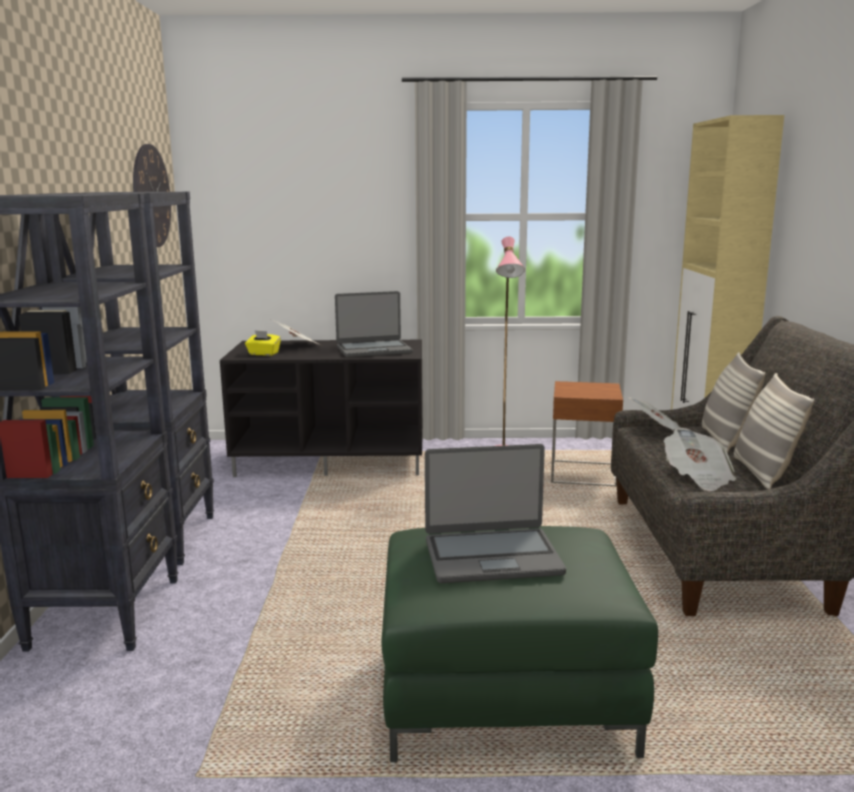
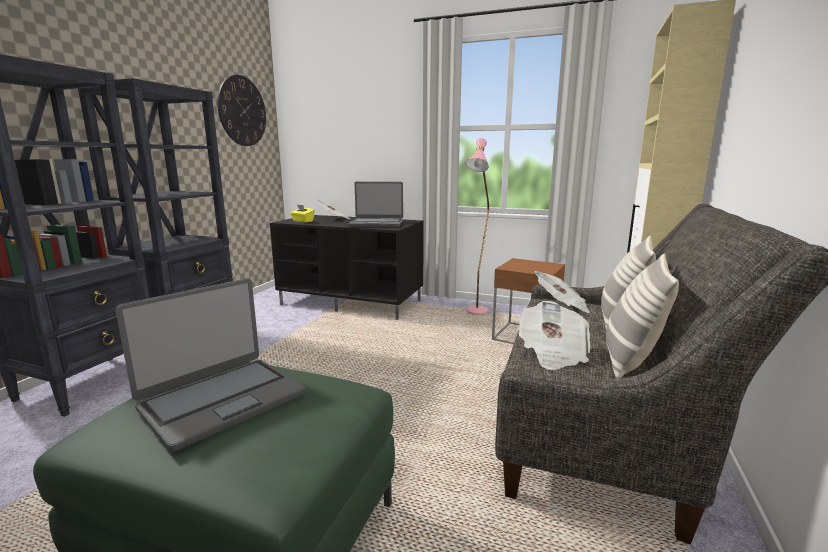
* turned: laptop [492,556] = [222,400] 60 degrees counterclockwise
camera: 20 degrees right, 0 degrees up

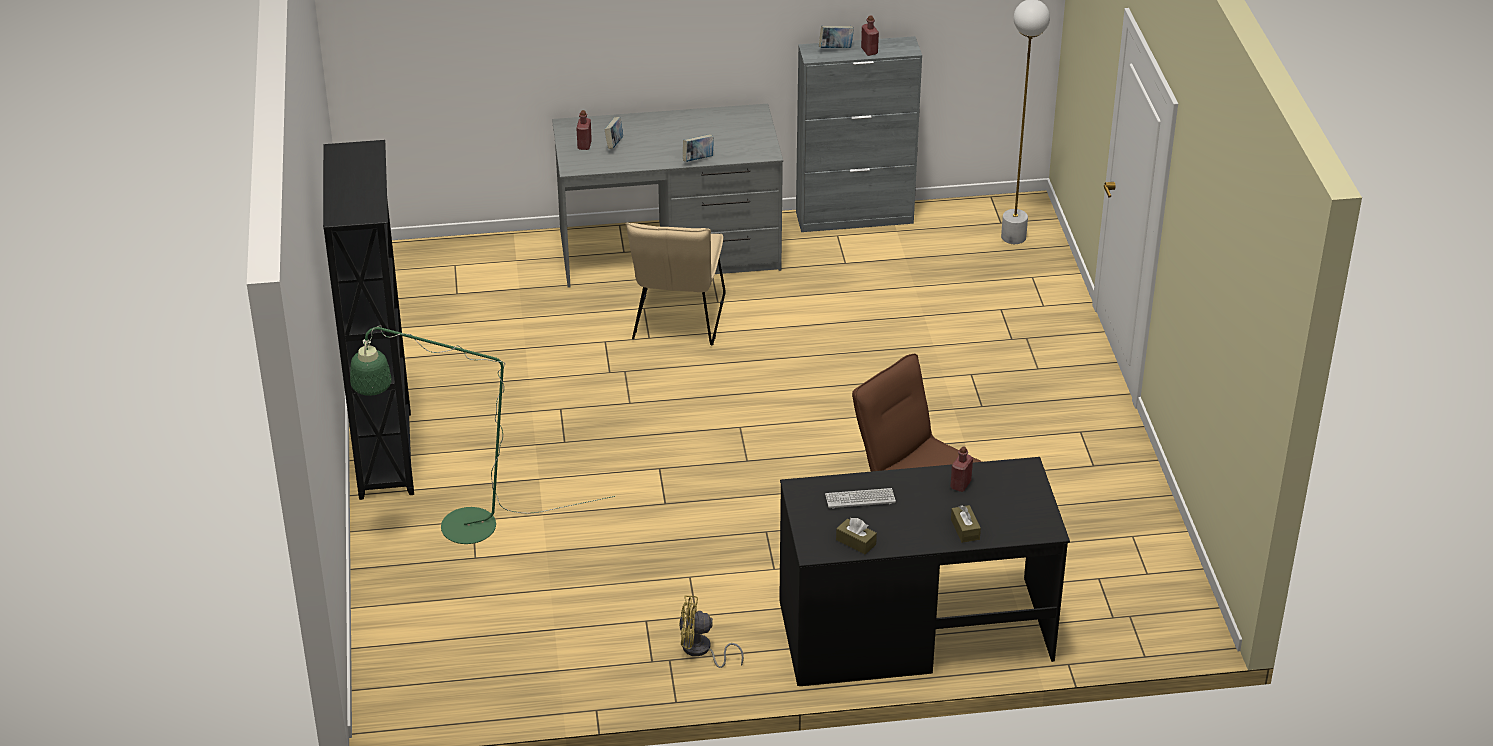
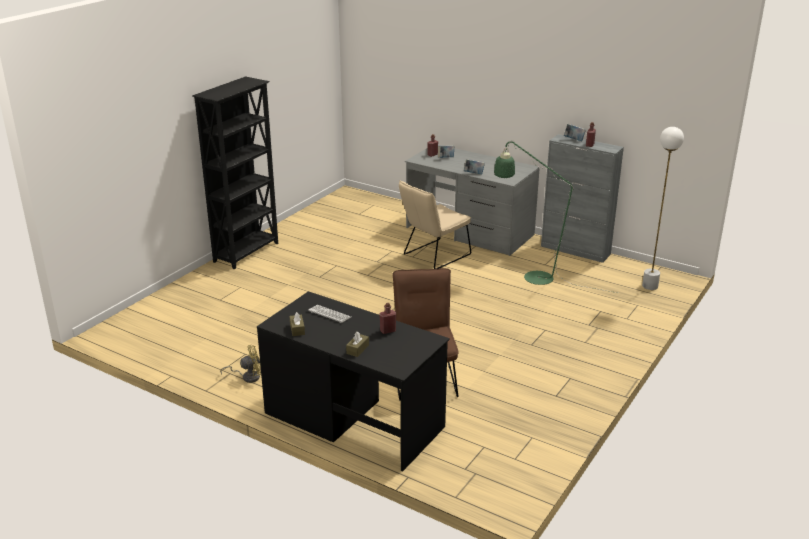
* moved: green floor lamp [453,529] to [530,276]
* turned: yellow fan [701,651] = [248,377] 120 degrees clockwise
camera: 40 degrees right, 10 degrees down

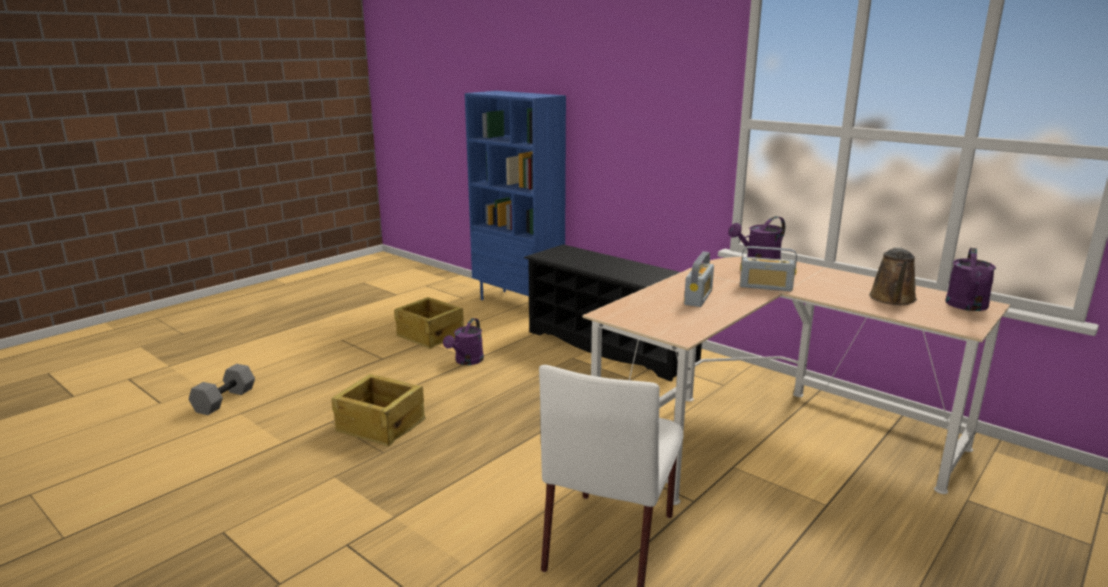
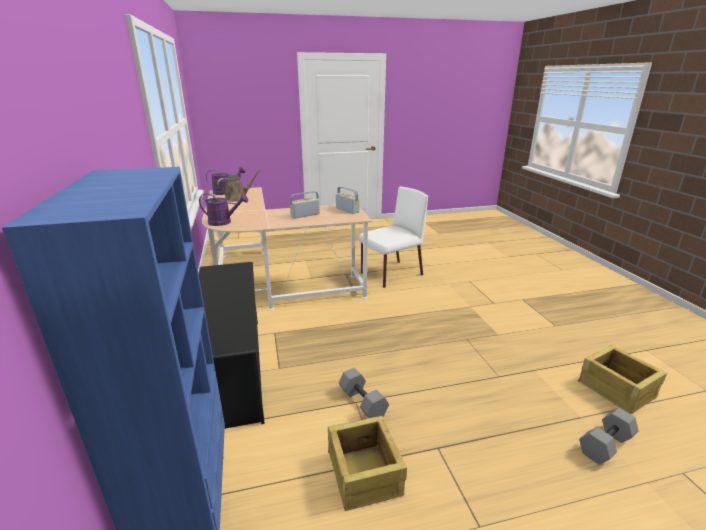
* moved: crate [380,425] to [616,390]
* moved: radio [766,287] to [347,210]
* replaced: purple watering can [466,361] to grey dumbbell [361,402]
camera: 145 degrees left, 5 degrees up

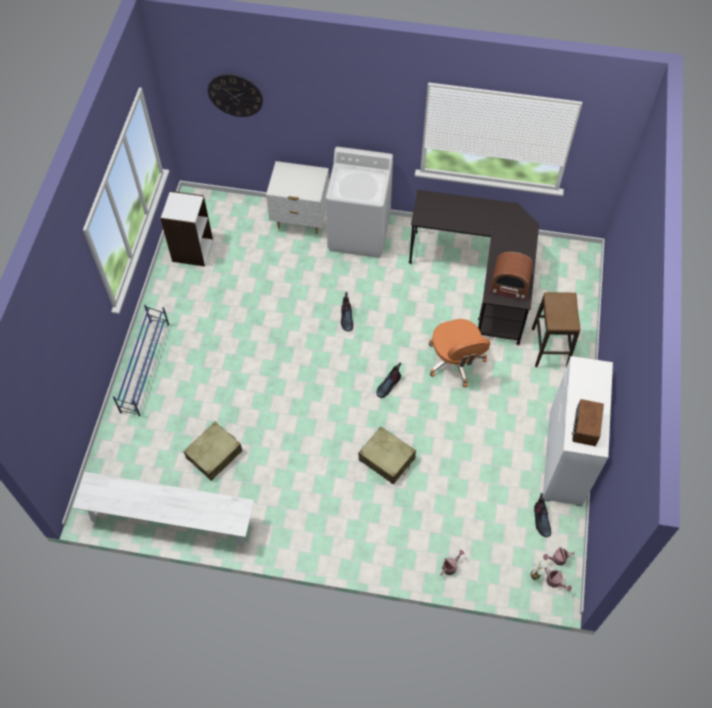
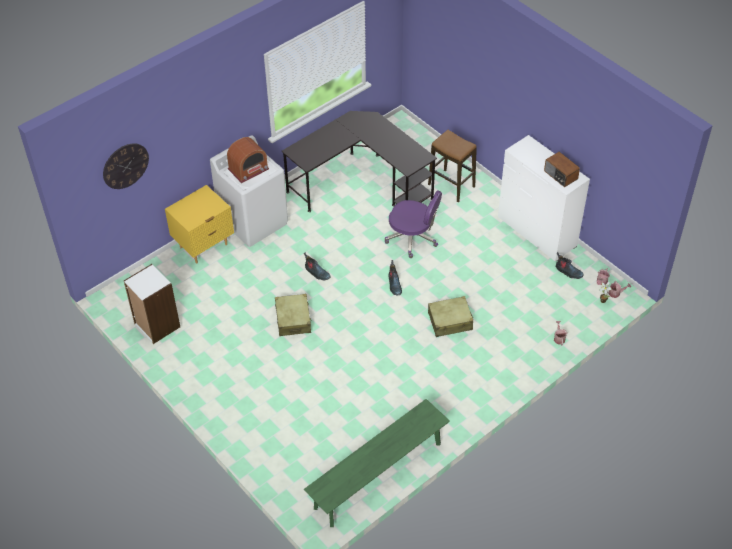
* removed: blue shoe rack [145,367]
* moved: beige suitcase [214,454] to [293,319]
* moved: radio [509,285] to [248,169]
* recoloured: white bench [170,519] to green bench [378,475]
* recoloured: white nightstand [300,220] to yellow nightstand [204,246]
* recoloured: orange office chair [455,361] to purple office chair [413,238]
camera: 50 degrees left, 10 degrees down

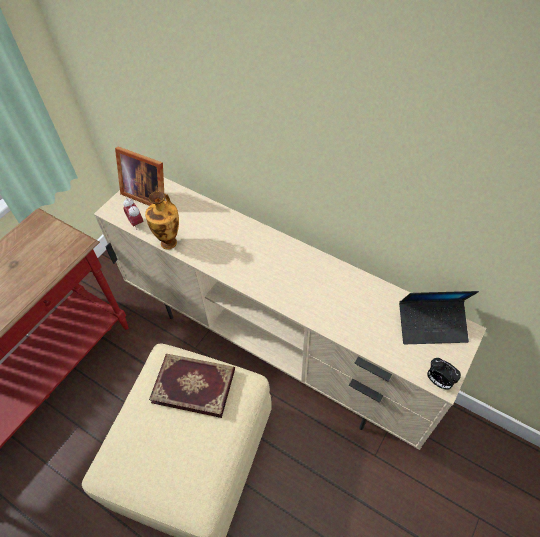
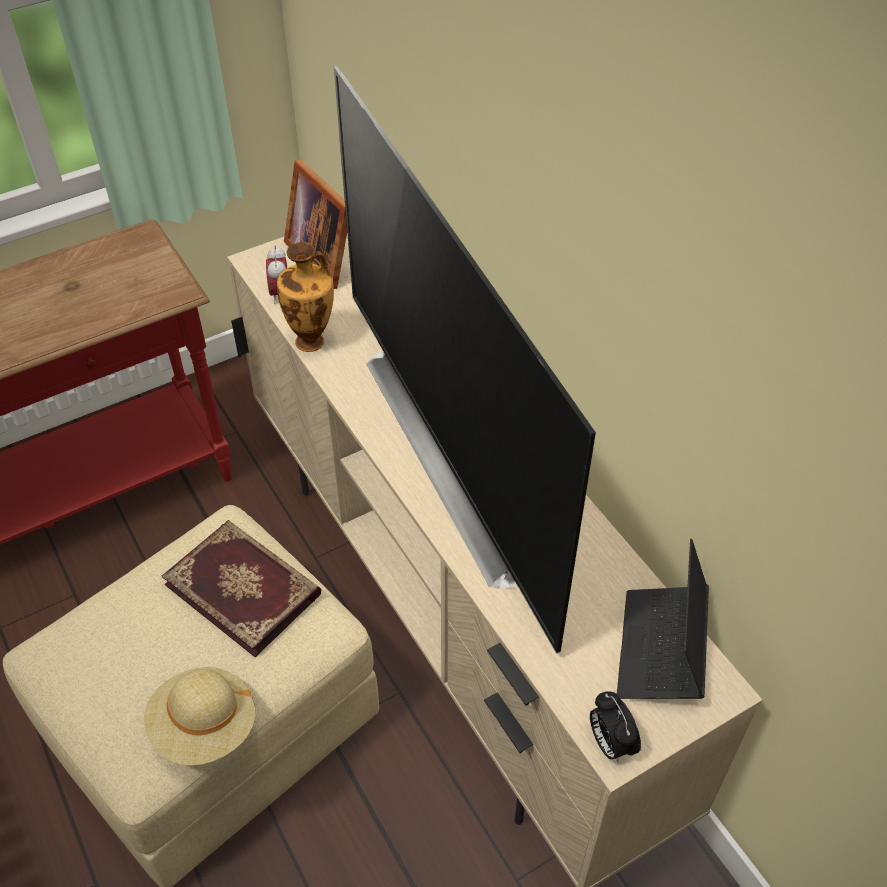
* added: beige hat [204,727]
* added: television [461,452]
* turned: laptop [431,325] = [661,650] 75 degrees clockwise
camera: 25 degrees right, 5 degrees down

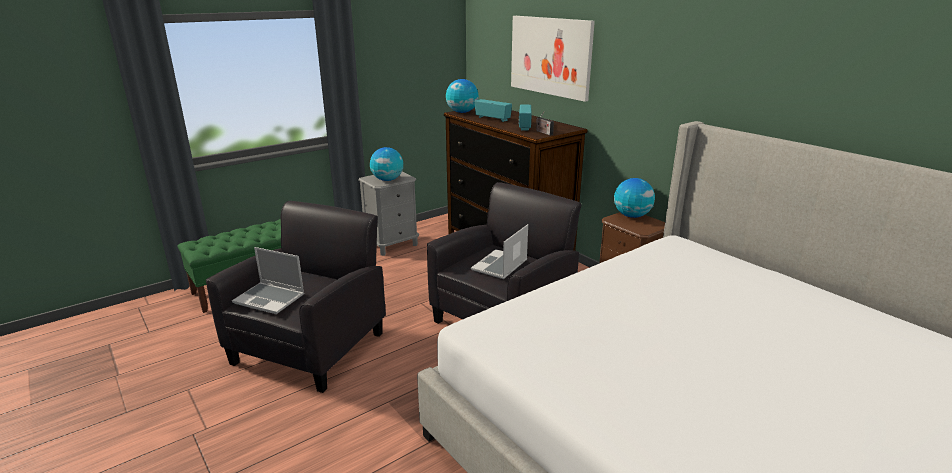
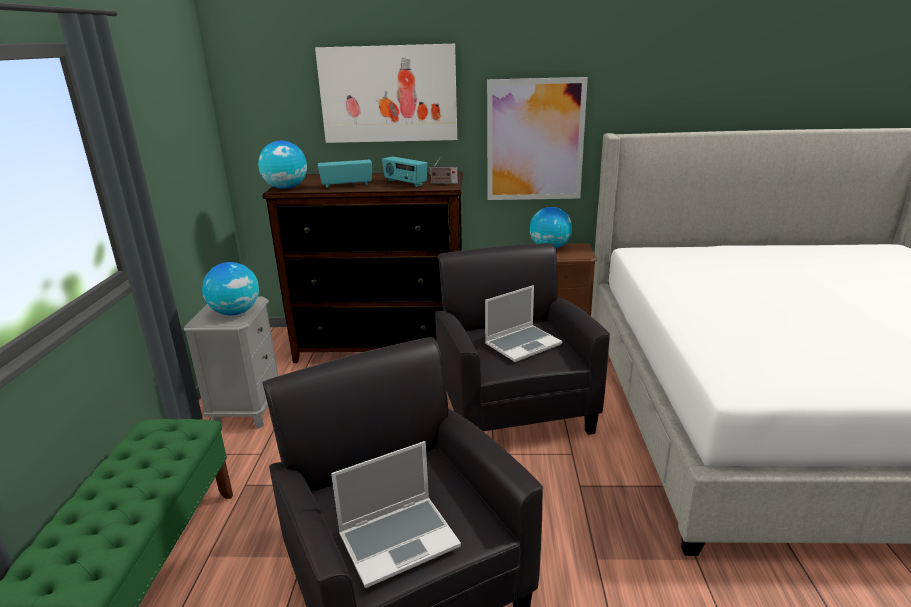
* added: picture [535,140]
* turned: laptop [500,266] = [523,344] 105 degrees counterclockwise
camera: 50 degrees left, 0 degrees up

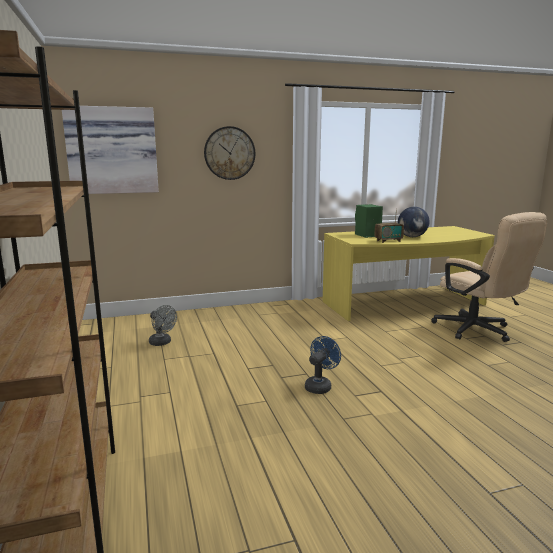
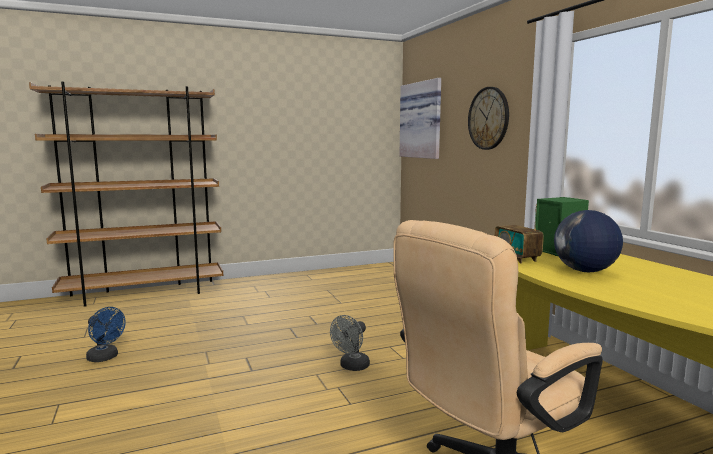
* moved: grey fan [162,343] to [351,367]
* moved: blue fan [320,386] to [105,358]
camera: 85 degrees right, 5 degrees down

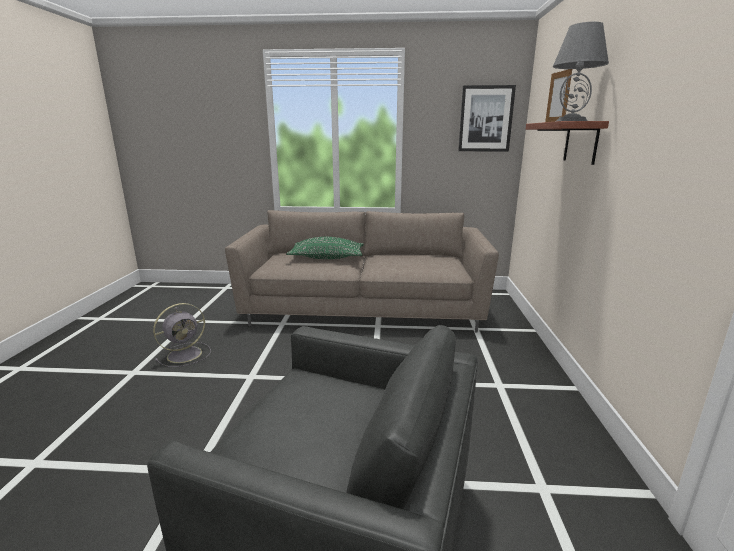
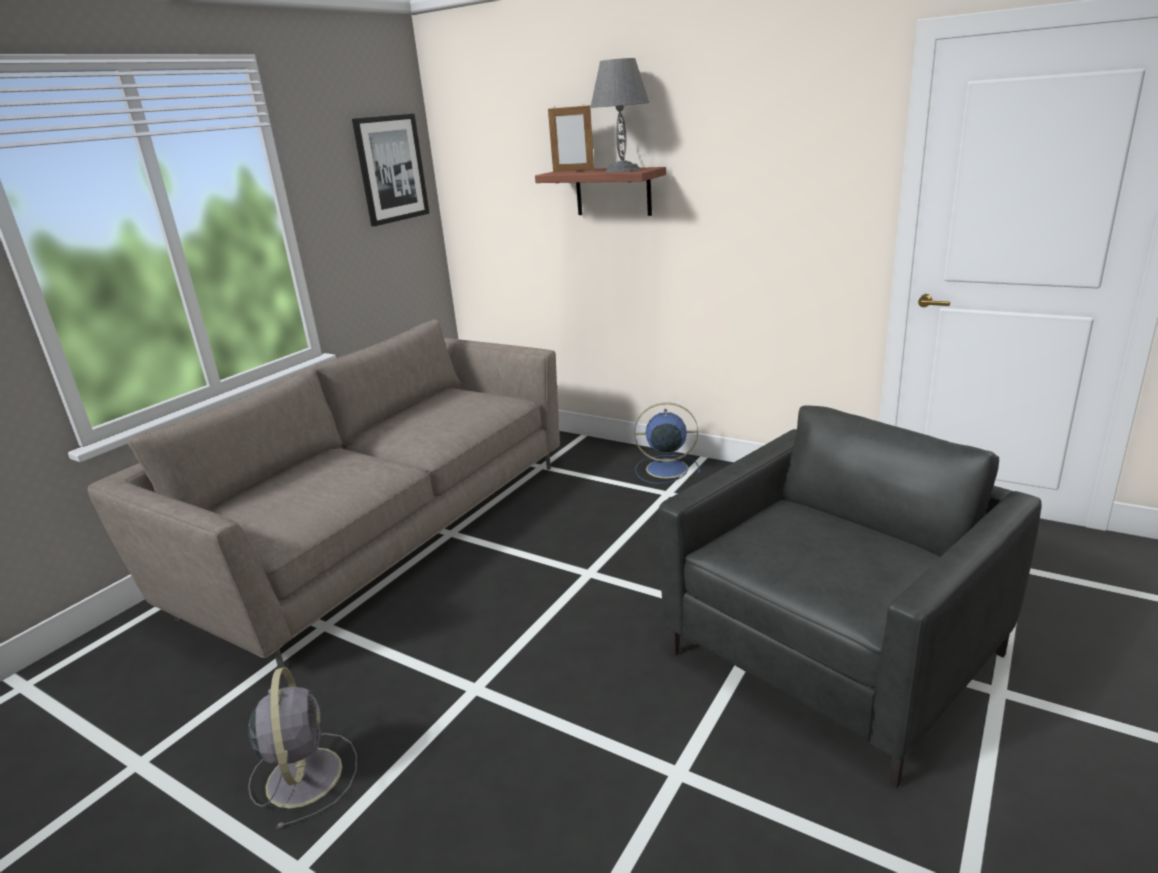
* removed: green pillow [327,258]
* added: blue fan [665,469]
camera: 60 degrees left, 5 degrees up

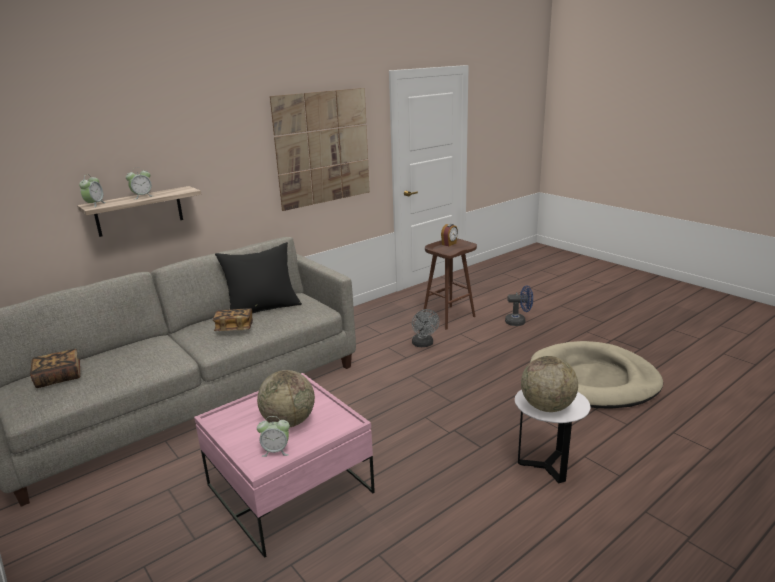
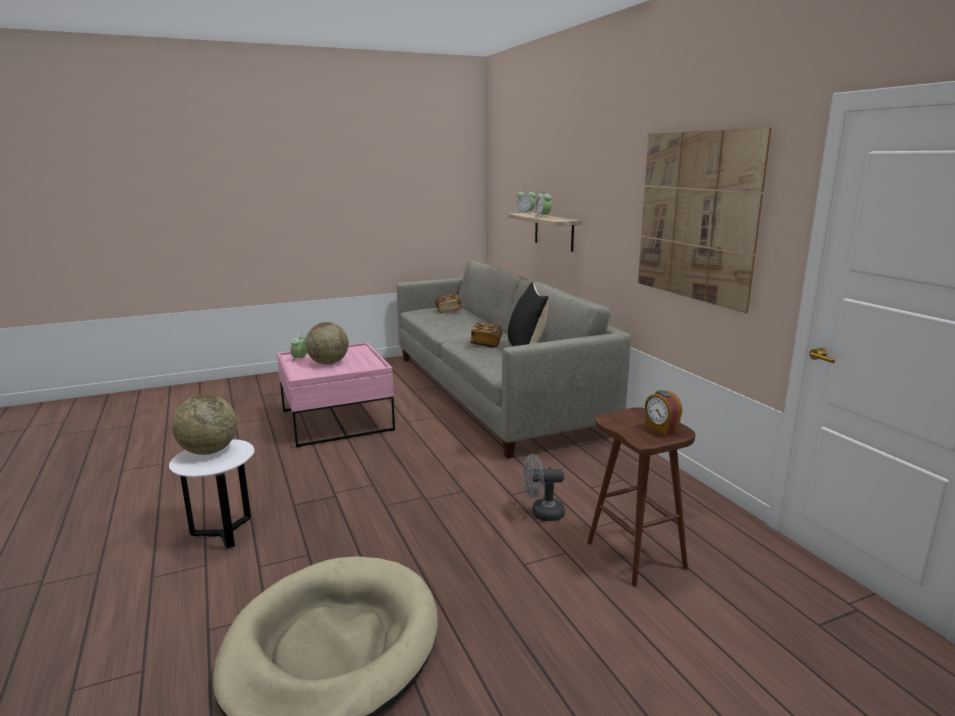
* removed: blue fan [518,322]
camera: 105 degrees right, 5 degrees down

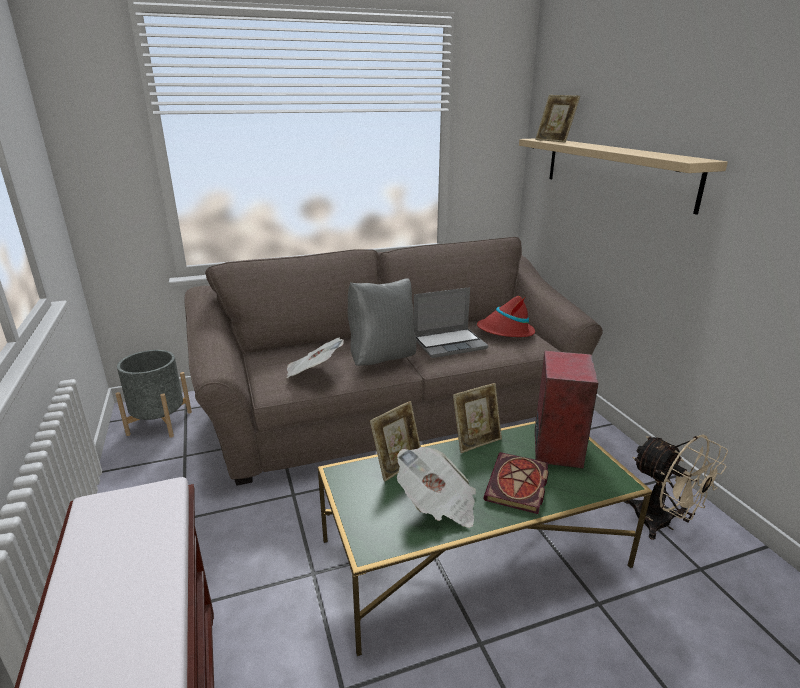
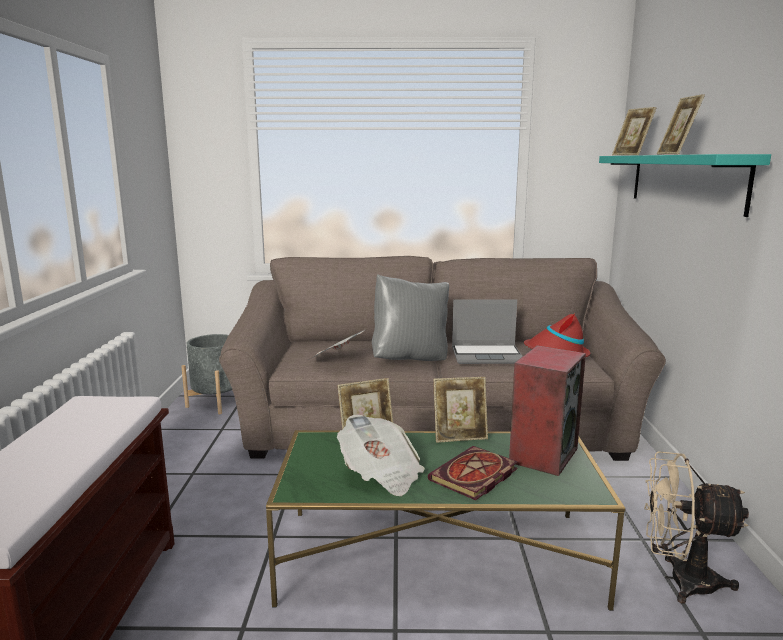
* added: picture frame [676,154]
* recoloured: beige shelf [615,170] to turquoise shelf [683,180]
* turned: beige fan [662,524] = [679,580] 120 degrees clockwise
camera: 20 degrees right, 10 degrees down

